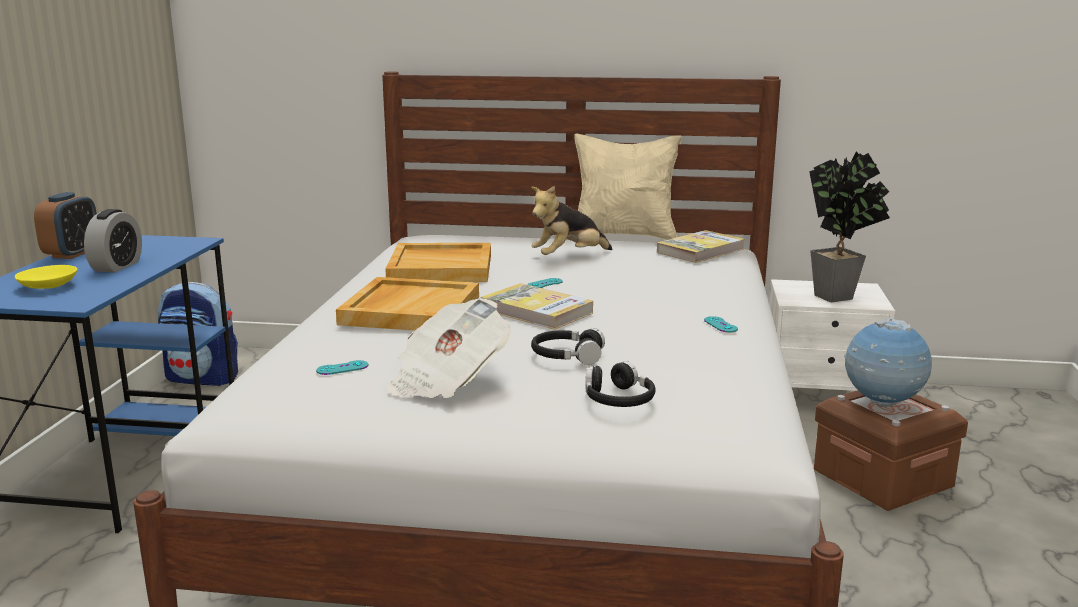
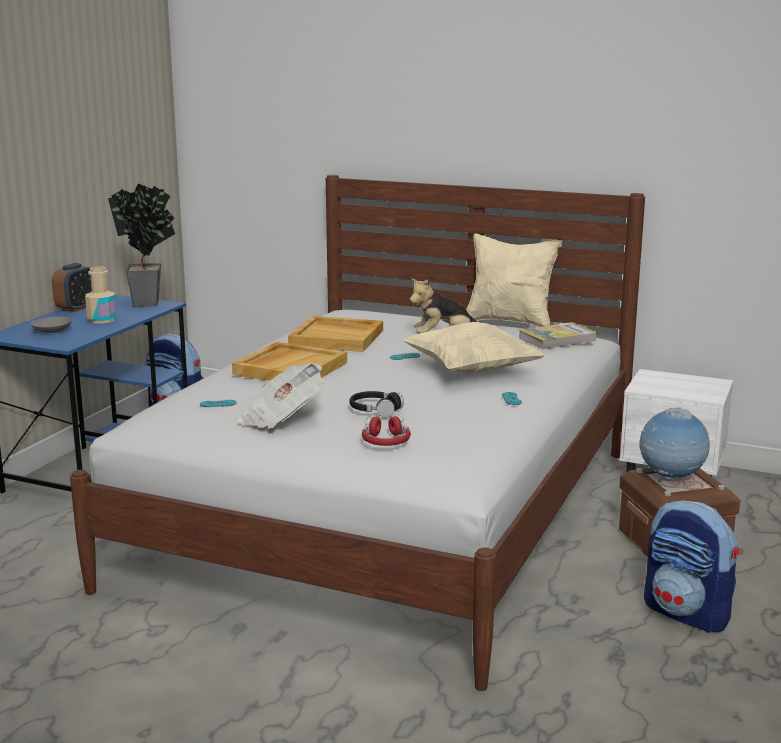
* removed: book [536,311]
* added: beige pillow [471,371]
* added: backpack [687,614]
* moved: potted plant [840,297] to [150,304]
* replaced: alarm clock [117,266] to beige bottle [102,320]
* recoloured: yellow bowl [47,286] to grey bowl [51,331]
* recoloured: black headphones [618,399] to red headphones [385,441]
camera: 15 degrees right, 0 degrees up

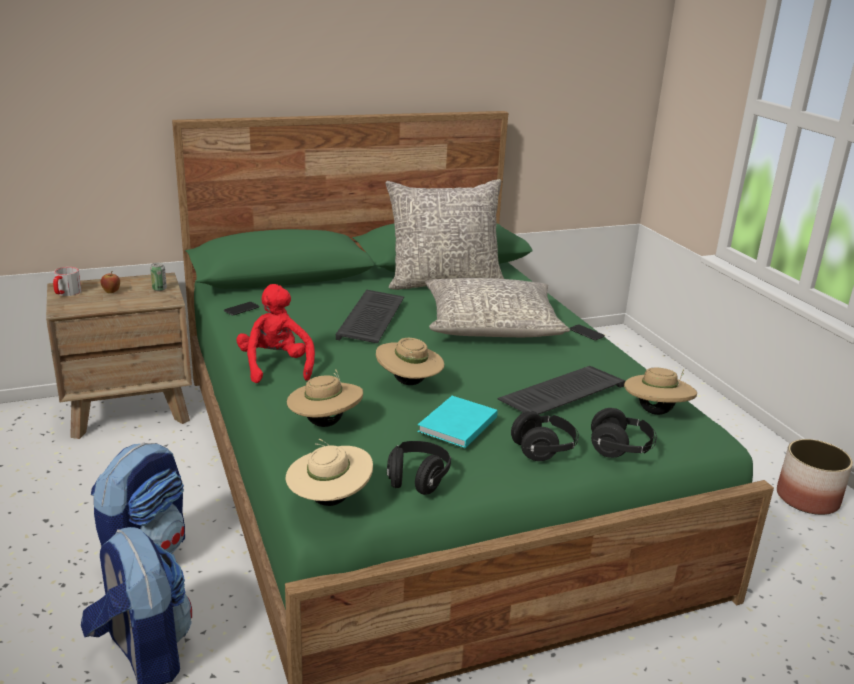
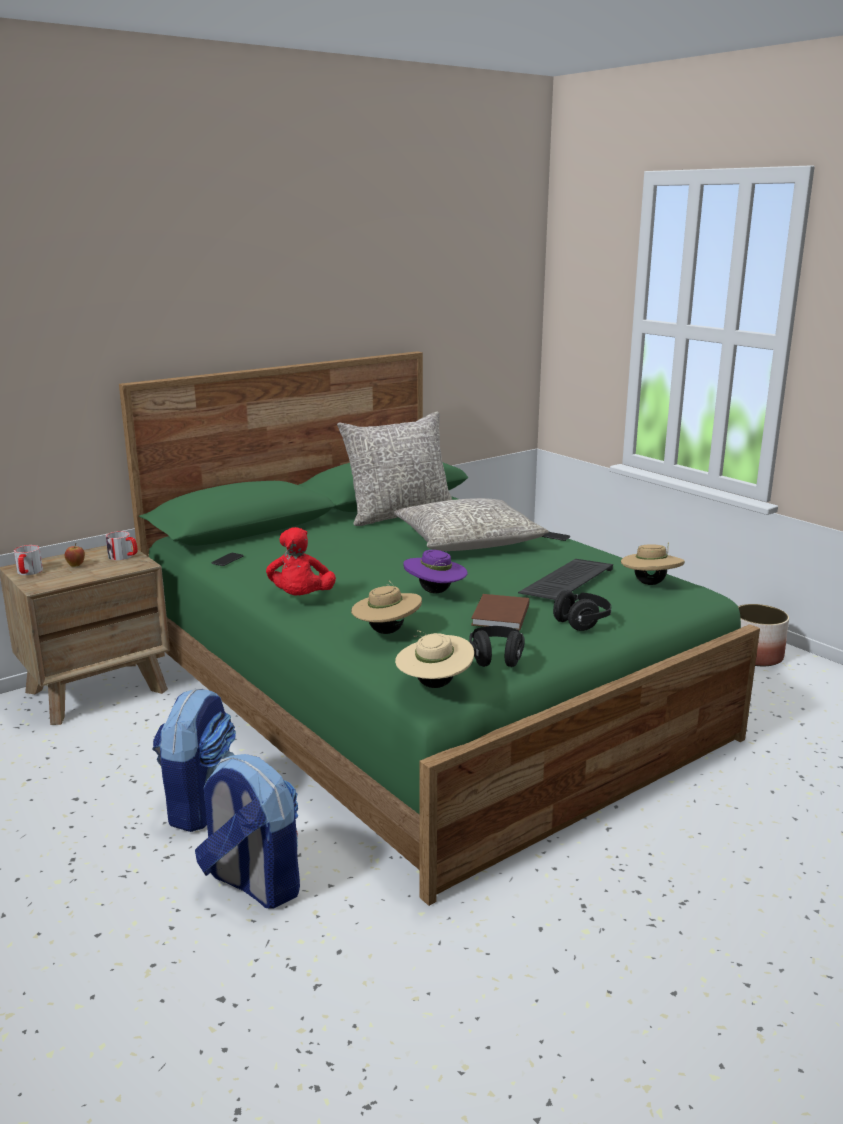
* removed: keyboard [372,319]
* removed: black headphones [620,449]
* replaced: can [159,289] to mug [124,556]
* recoloured: beige hat [409,383] to purple hat [435,592]
* recoloured: turquoise book [455,425] to brown book [499,616]
* turned: red plush toy [276,366] = [301,599] 150 degrees counterclockwise
camera: 15 degrees left, 5 degrees down

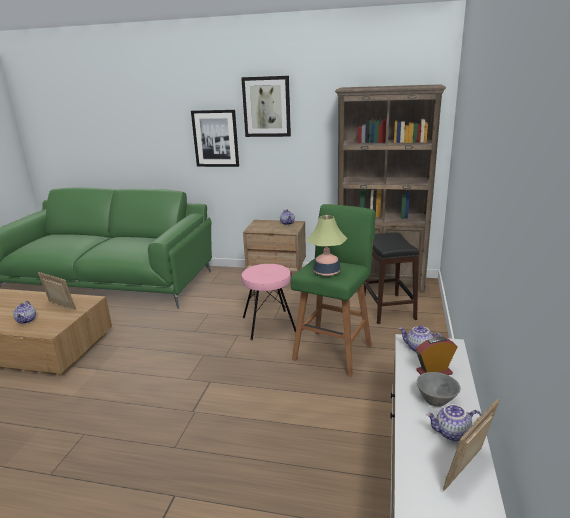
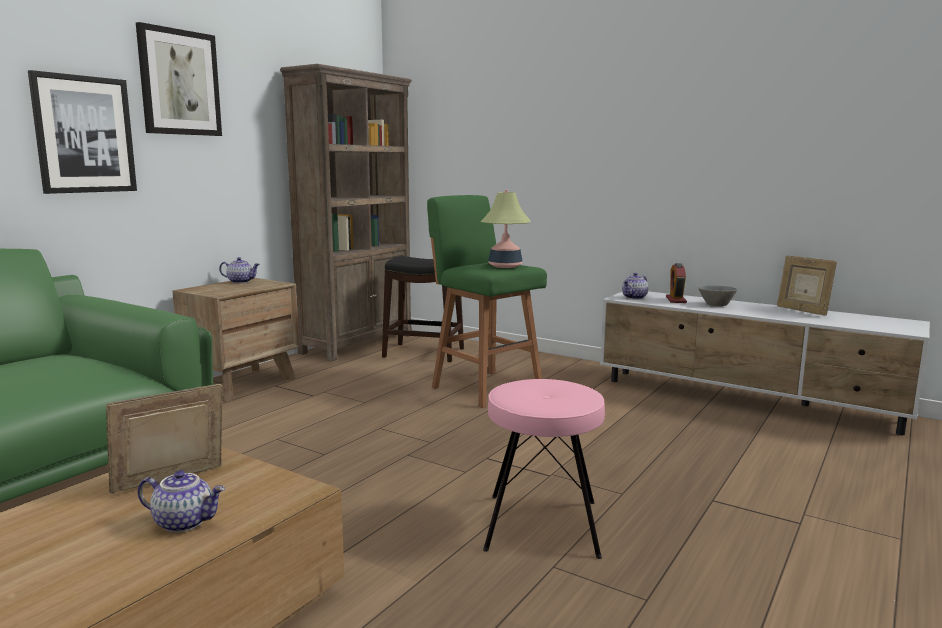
* removed: teapot [452,434]
* moved: pink stool [269,324] to [541,524]
camera: 70 degrees left, 10 degrees down

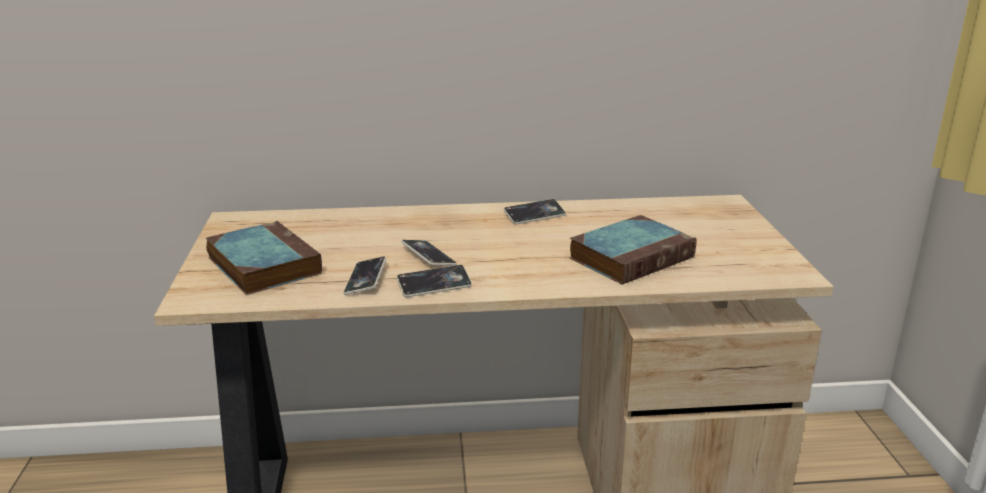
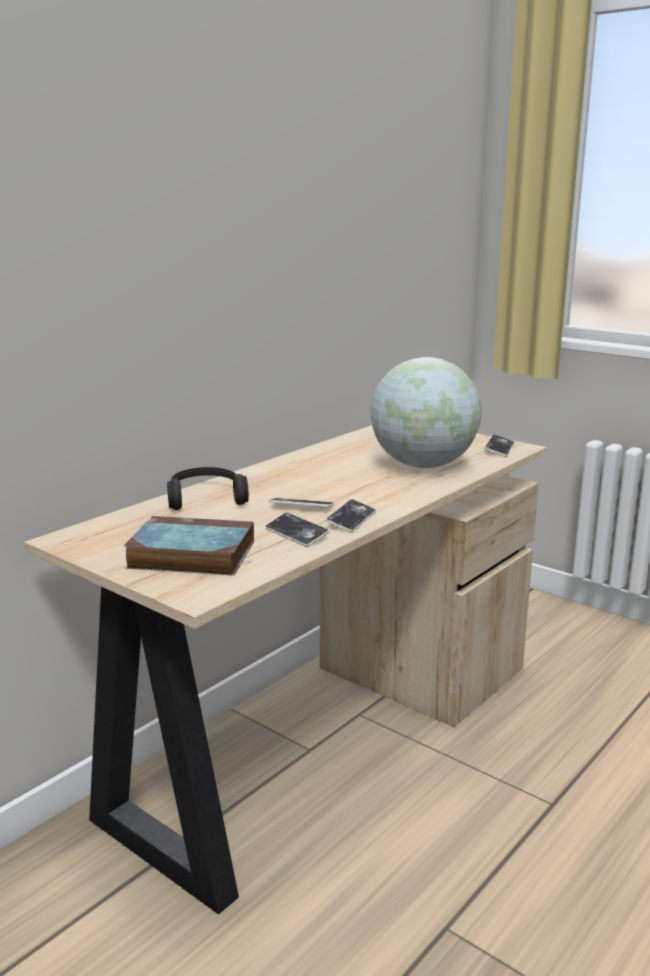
* added: black headphones [205,497]
* moved: phone [534,215] to [499,449]
* replaced: book [632,257] to globe [423,465]
camera: 45 degrees left, 5 degrees down

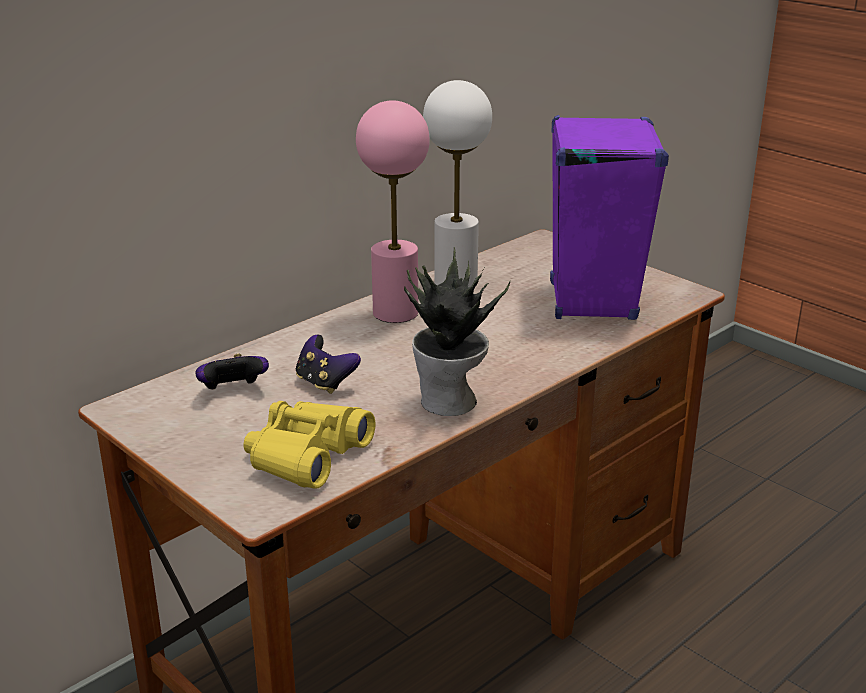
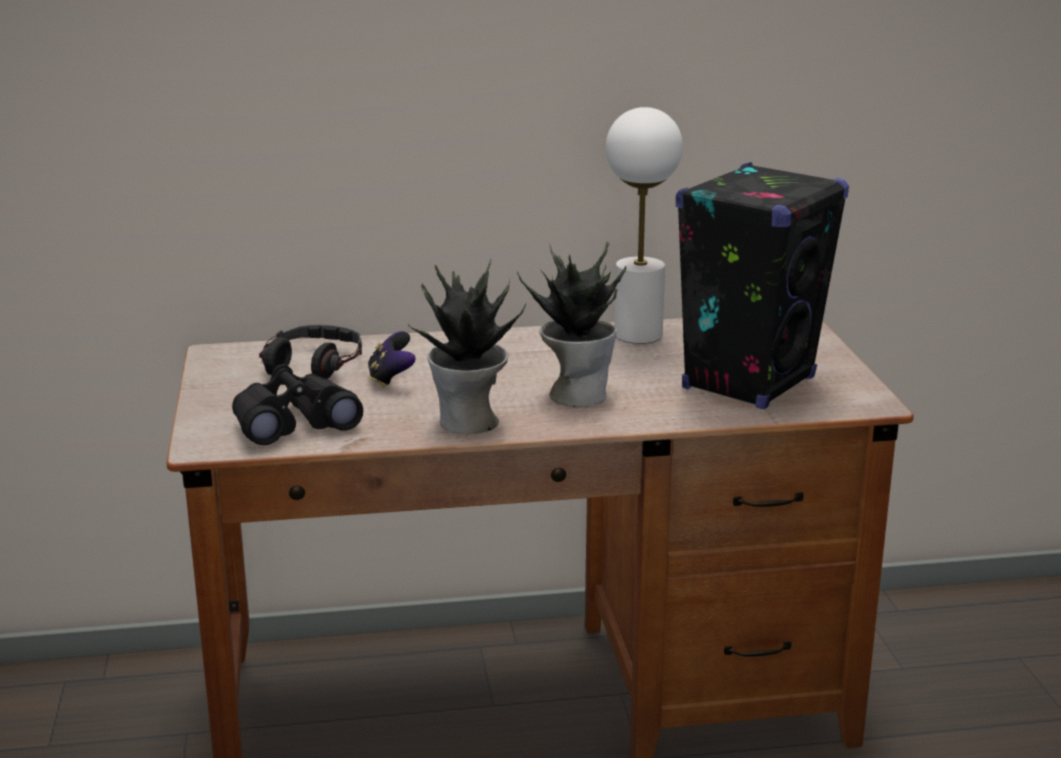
* removed: pink table lamp [395,313]
* added: potted plant [577,394]
* replaced: game controller [233,391] to headphones [312,364]
* recoloured: yellow binoculars [307,456] to black binoculars [293,424]
* recoloured: purple speaker [592,301] to black speaker [749,383]
camera: 35 degrees right, 5 degrees down

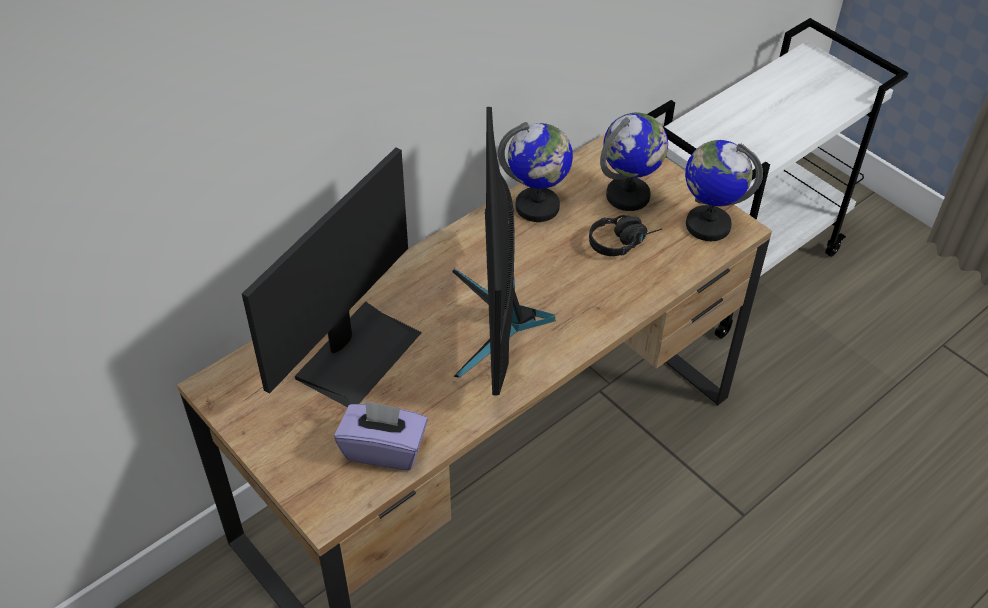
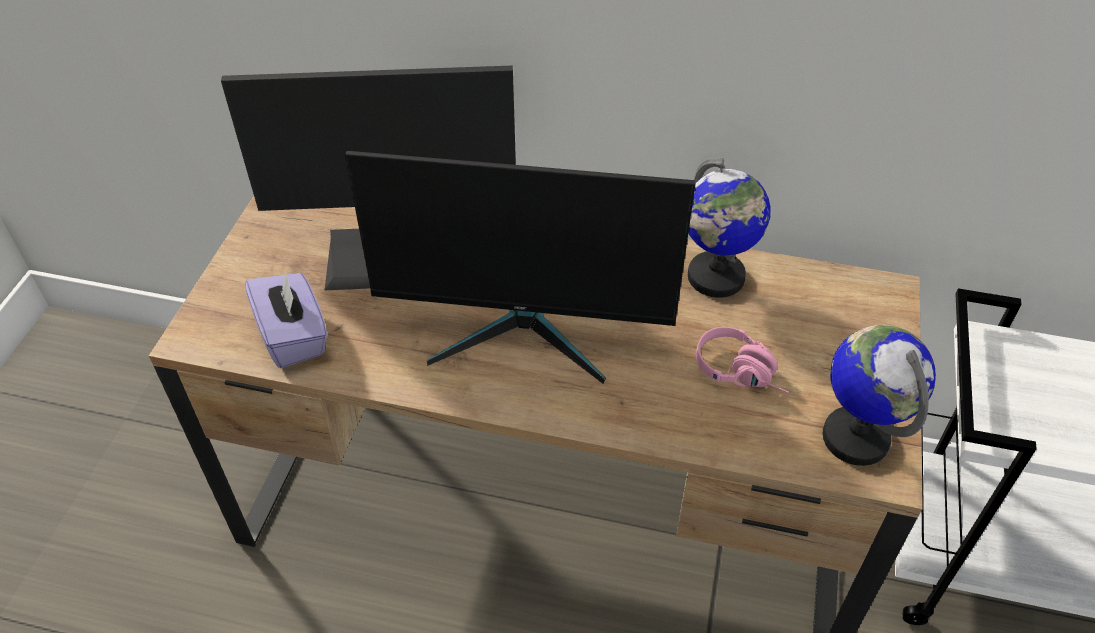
* removed: globe [628,196]
* recoloured: black headphones [623,241] to pink headphones [743,373]
* turned: monitor [497,322] = [524,331] 135 degrees counterclockwise
camera: 55 degrees right, 0 degrees up

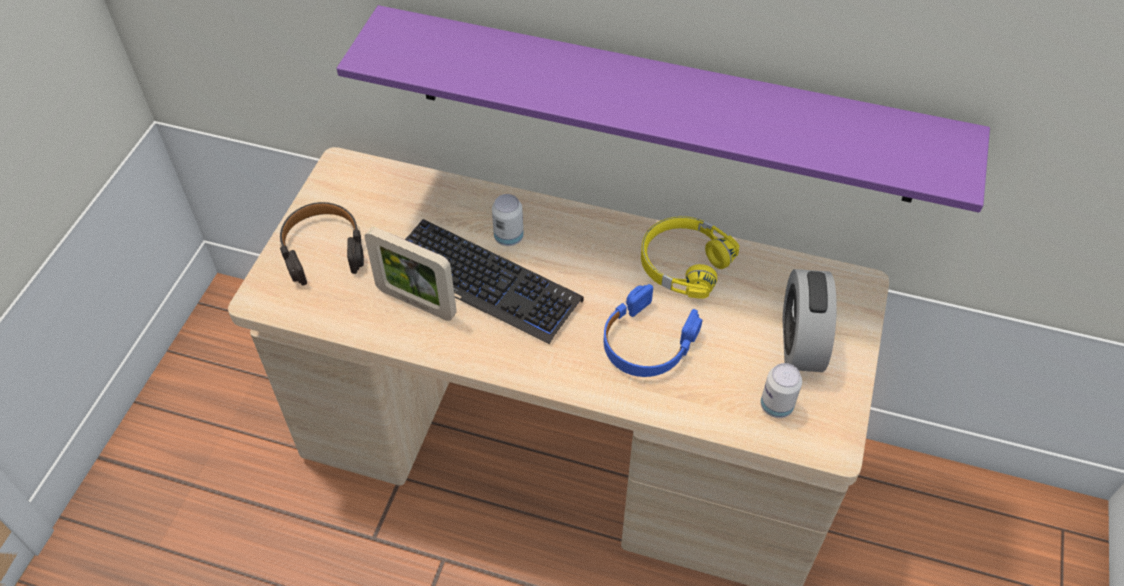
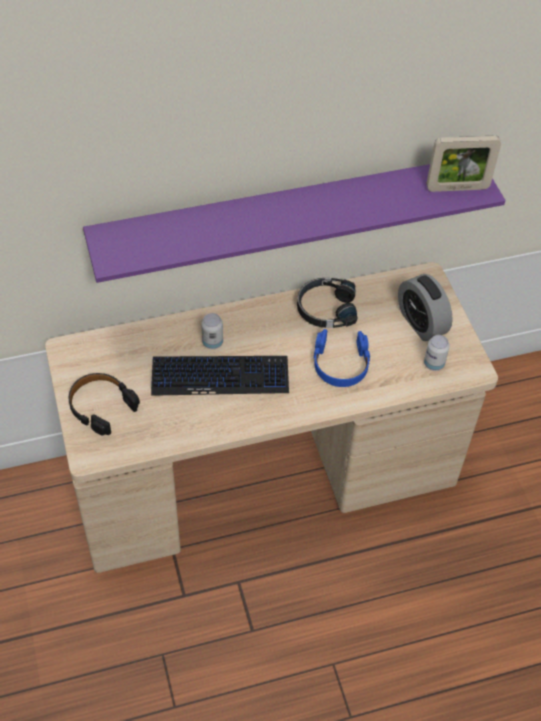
* moved: picture frame [416,302] to [457,188]
* recoloured: yellow headphones [683,263] to black headphones [325,309]
camera: 35 degrees left, 0 degrees up

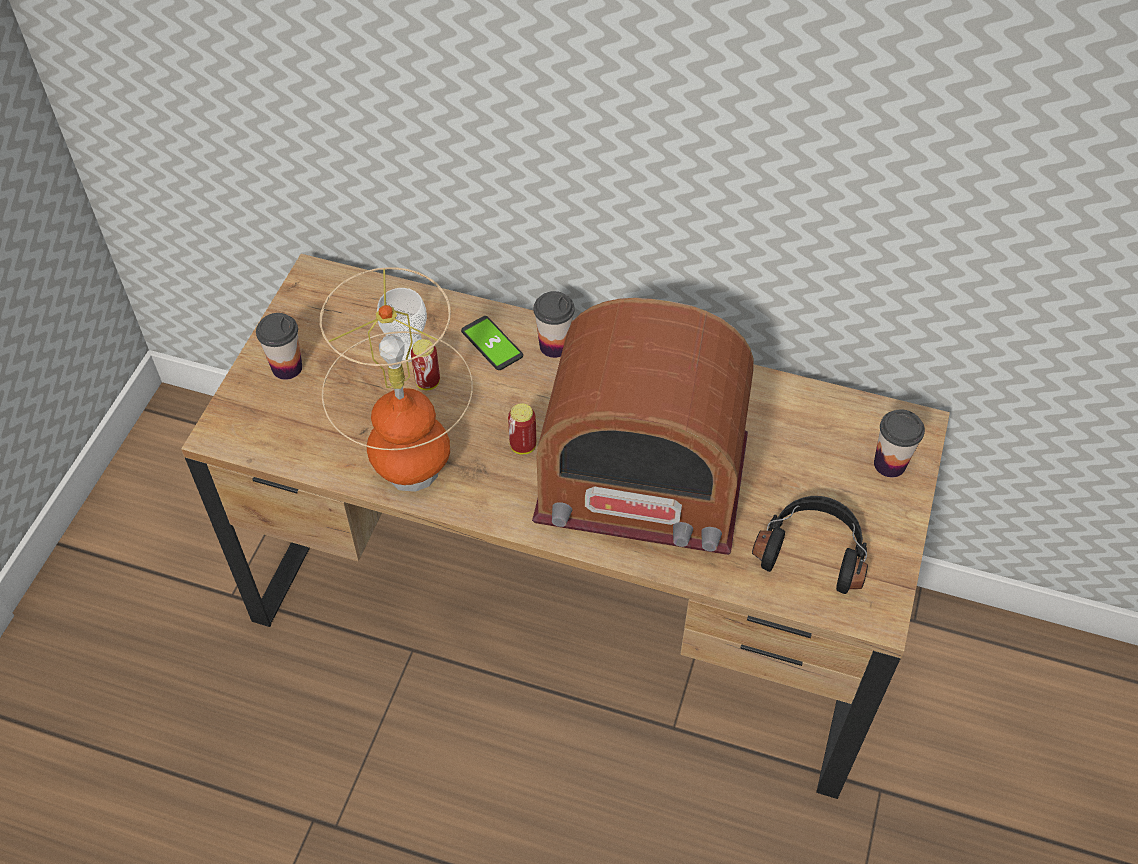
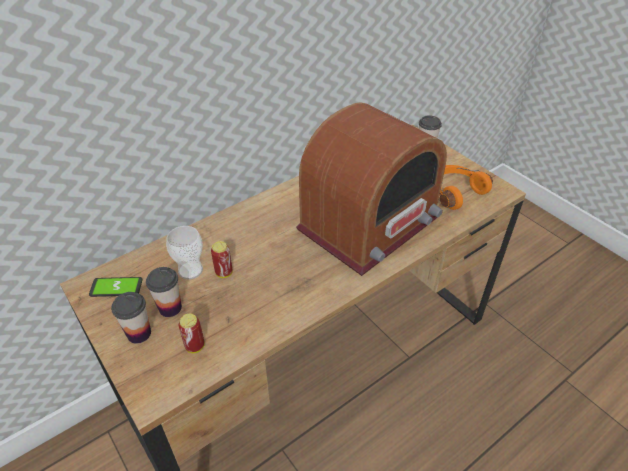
* removed: table lamp [412,468]
* moved: phone [492,344] to [116,287]
* moved: can [523,446] to [195,346]
* moved: cup [554,346] to [170,308]
* recoloured: black headphones [812,551] to orange headphones [454,192]
camera: 55 degrees left, 10 degrees down

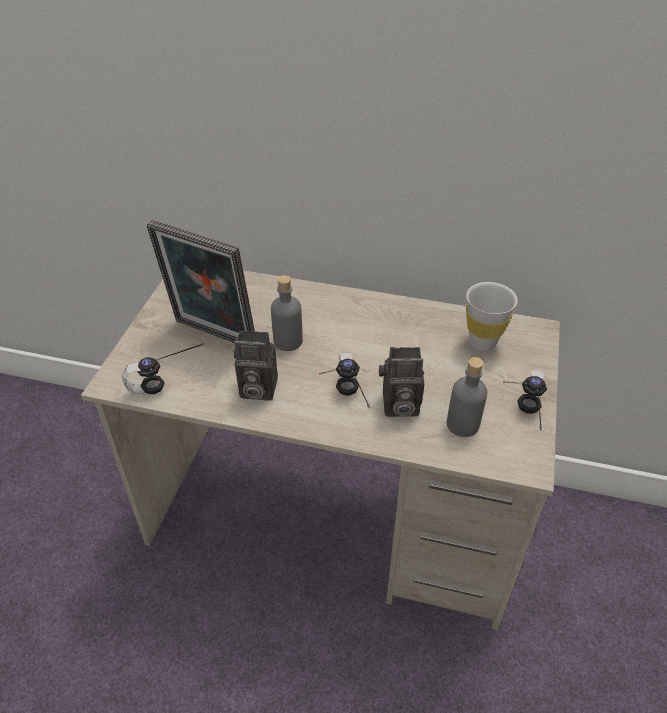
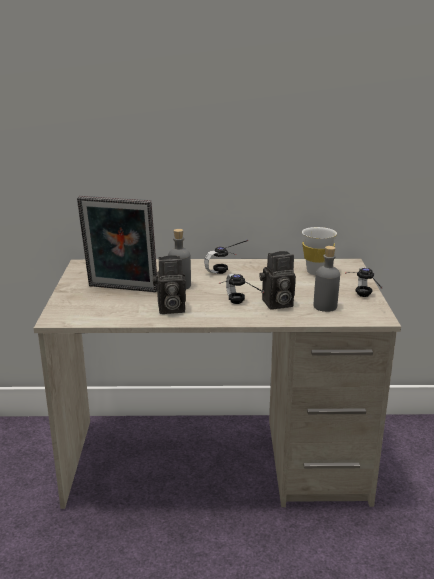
* moved: headphones [169,391] to [231,271]
camera: 15 degrees left, 20 degrees down

